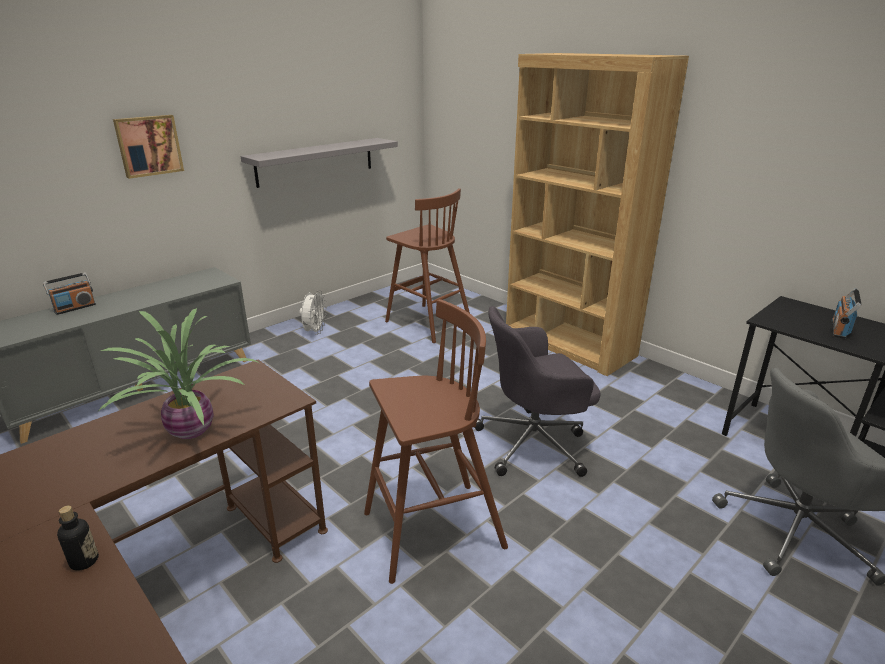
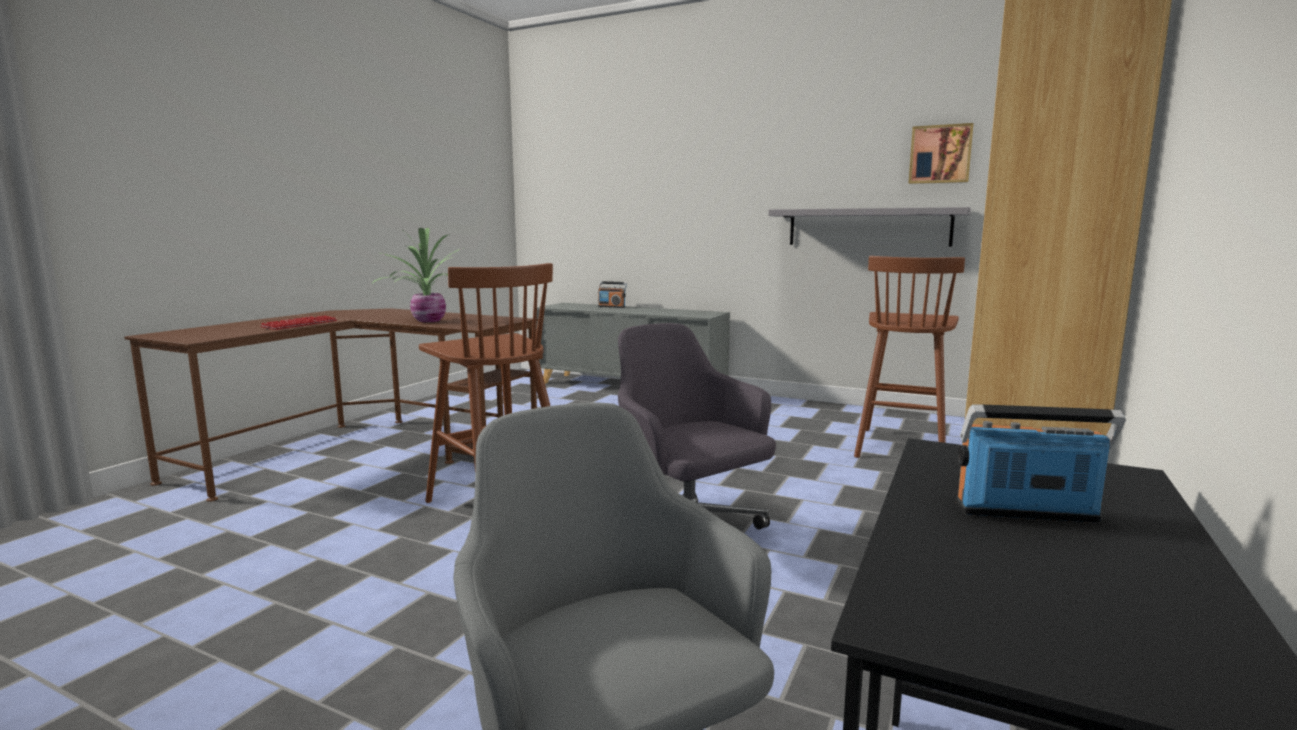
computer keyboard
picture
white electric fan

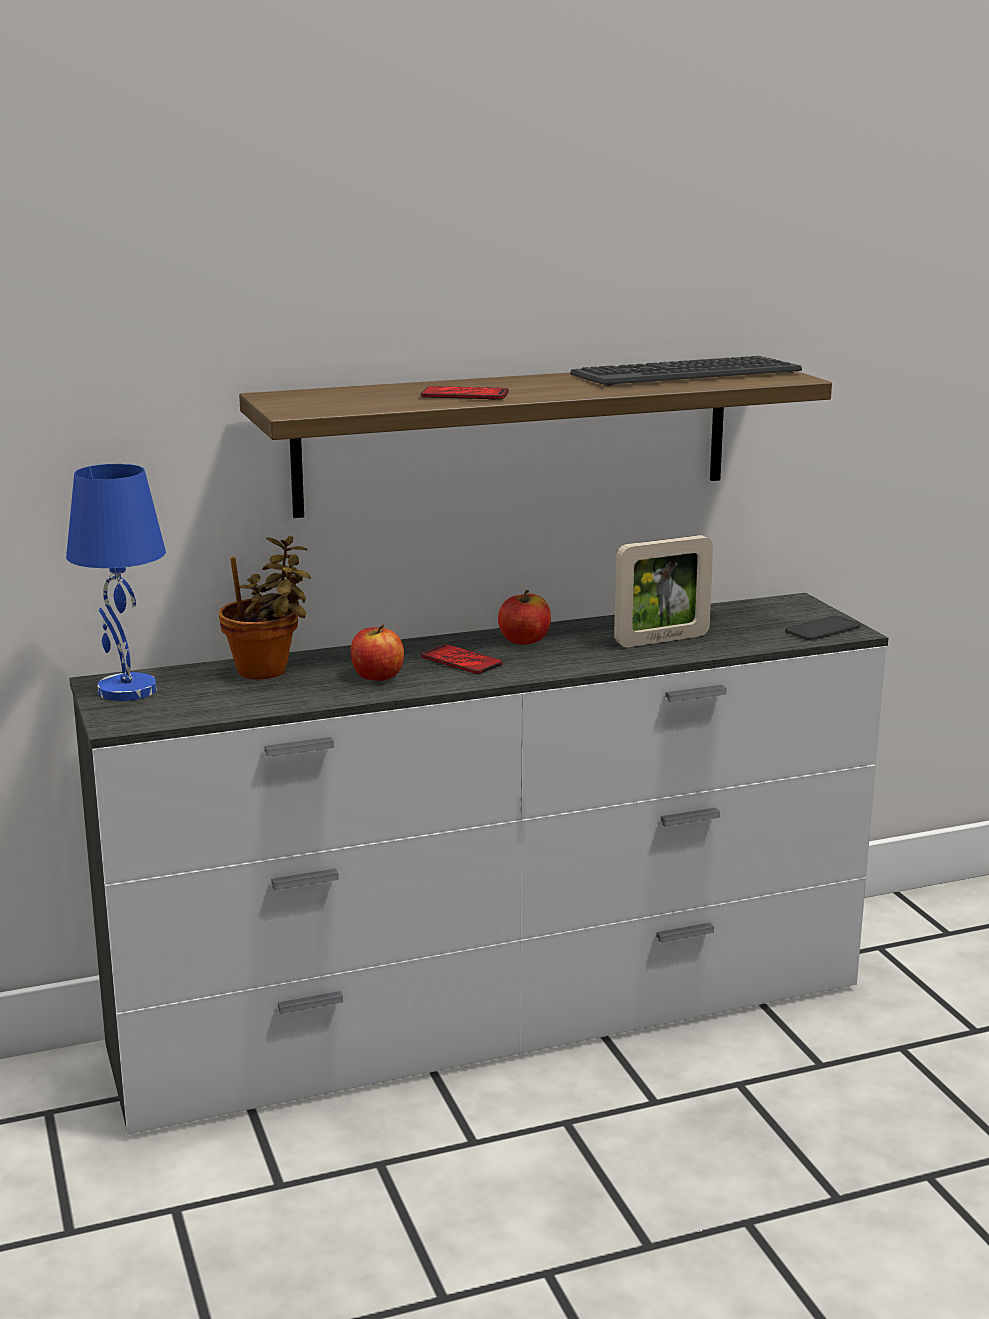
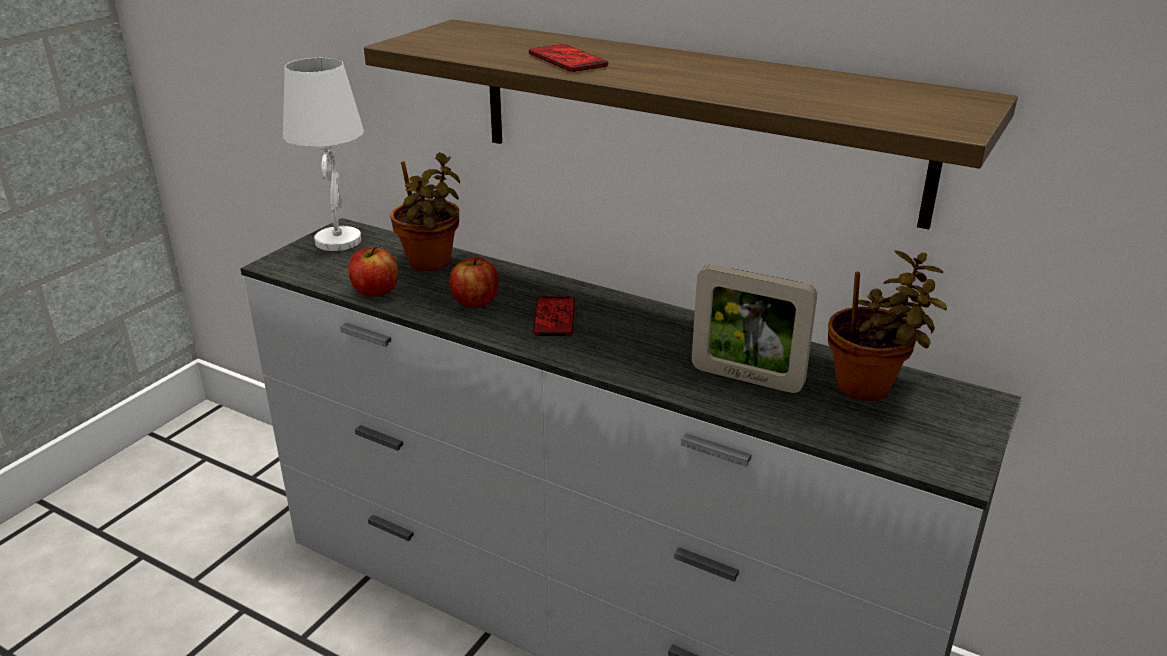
white lamp for a table
apple (no. 1 from left)
plant in a pot (no. 2 from left)
computer keyboard
phone (no. 3 from left in the first image)

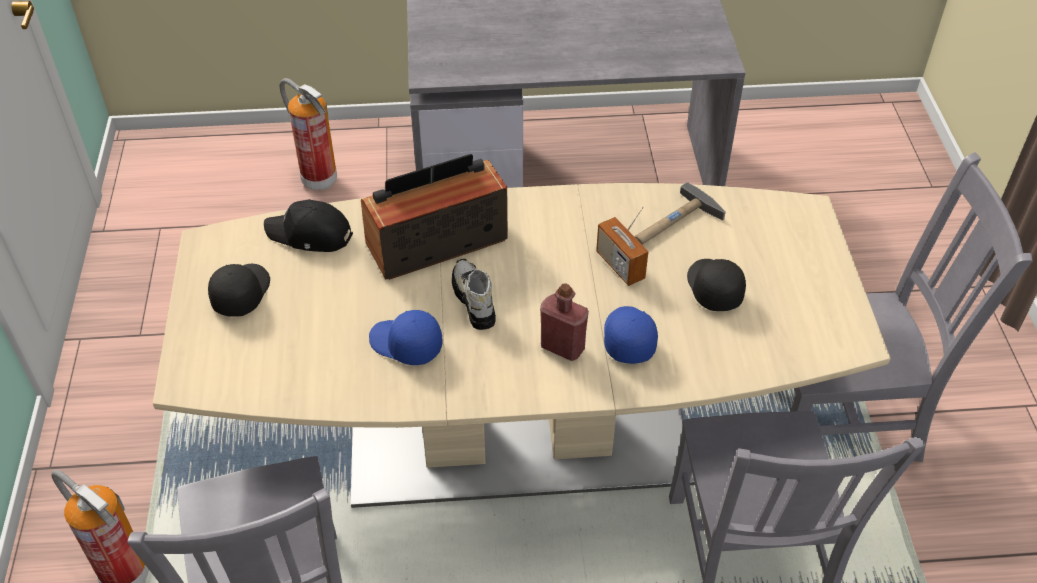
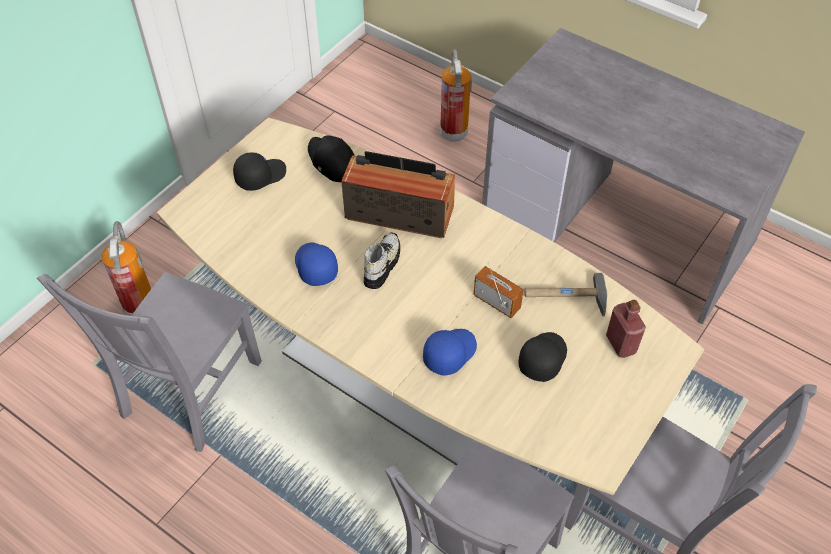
radio (no. 2 from left)
red-coloured beverage bottle

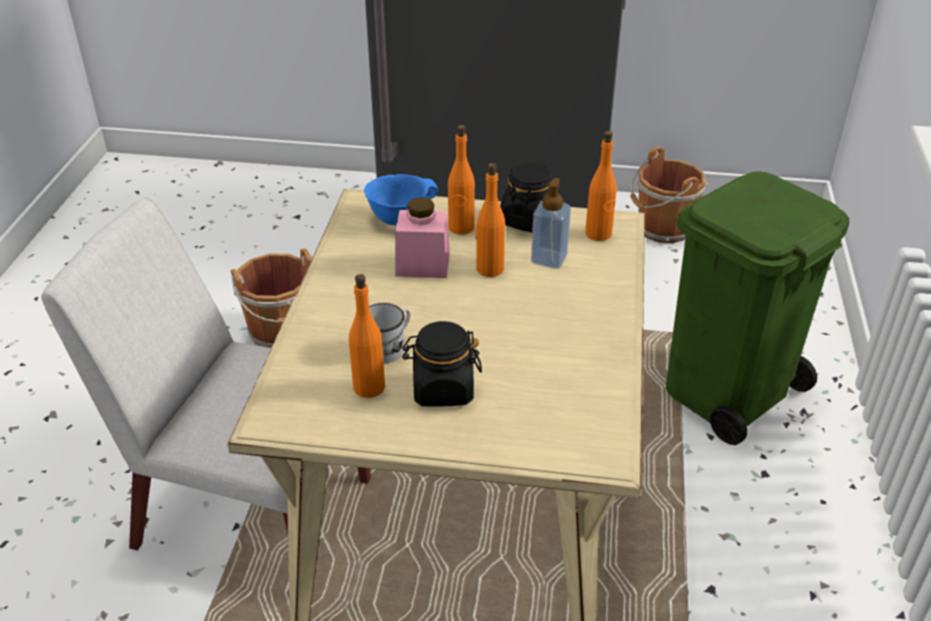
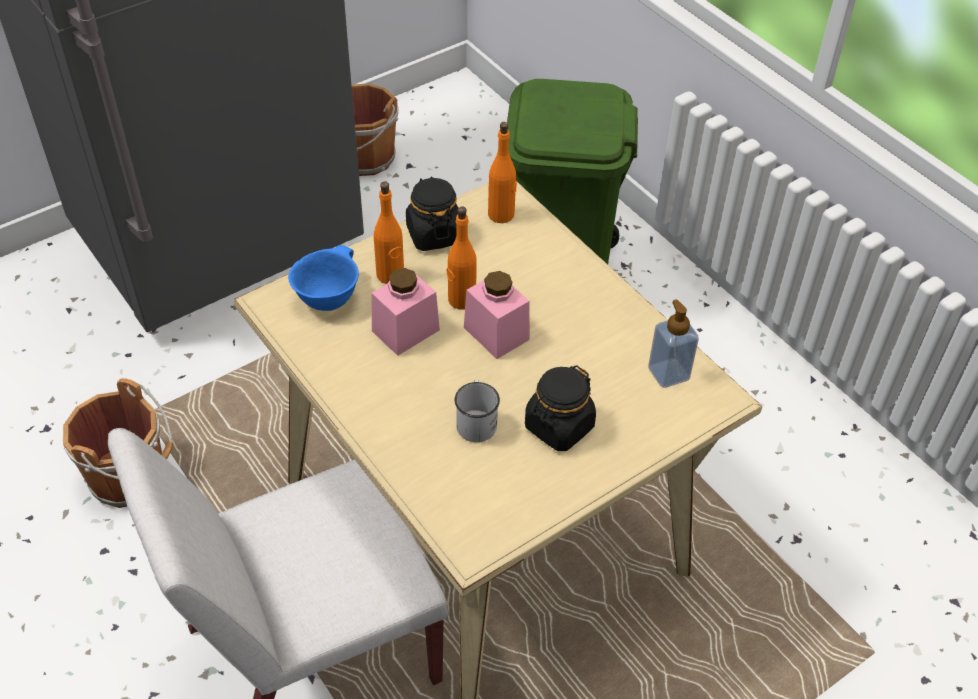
pinkish jar (no. 2 from left)
soap dispenser
orange beverage bottle (no. 1 from left in the first image)

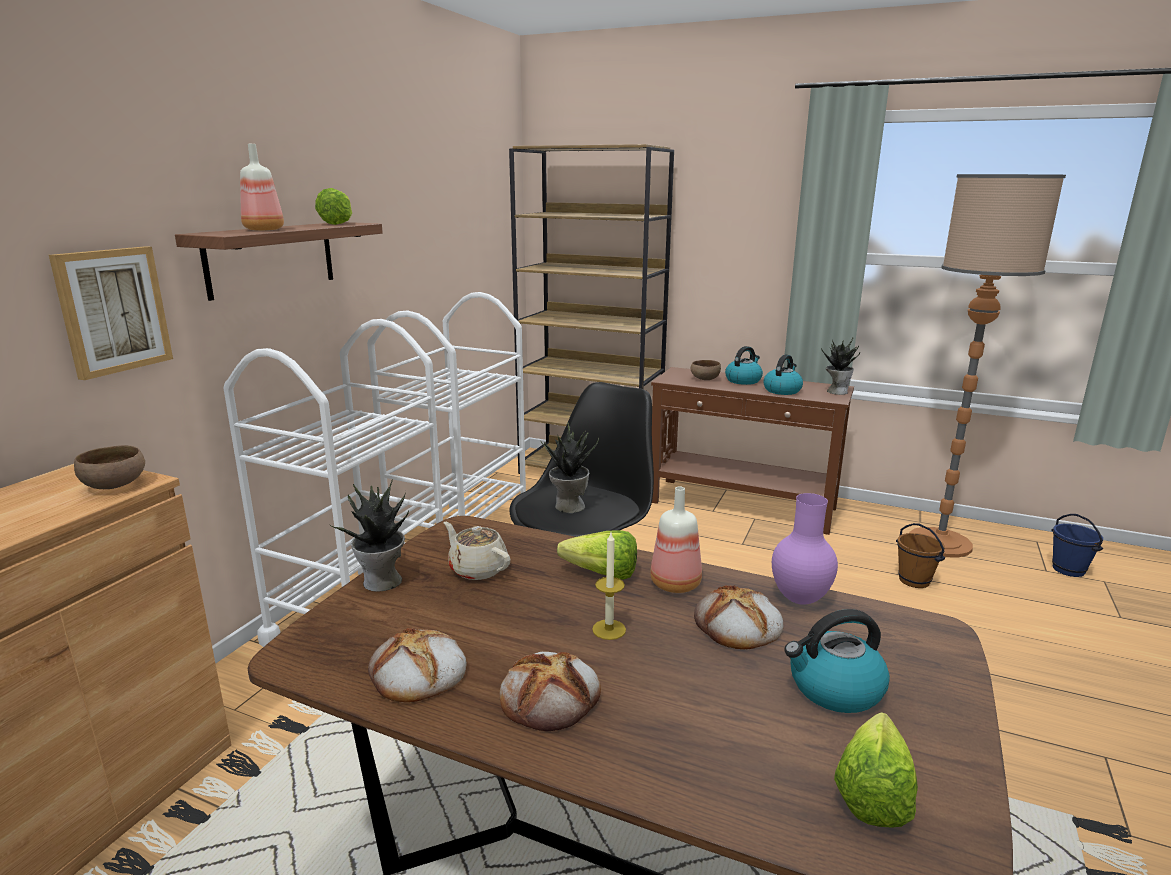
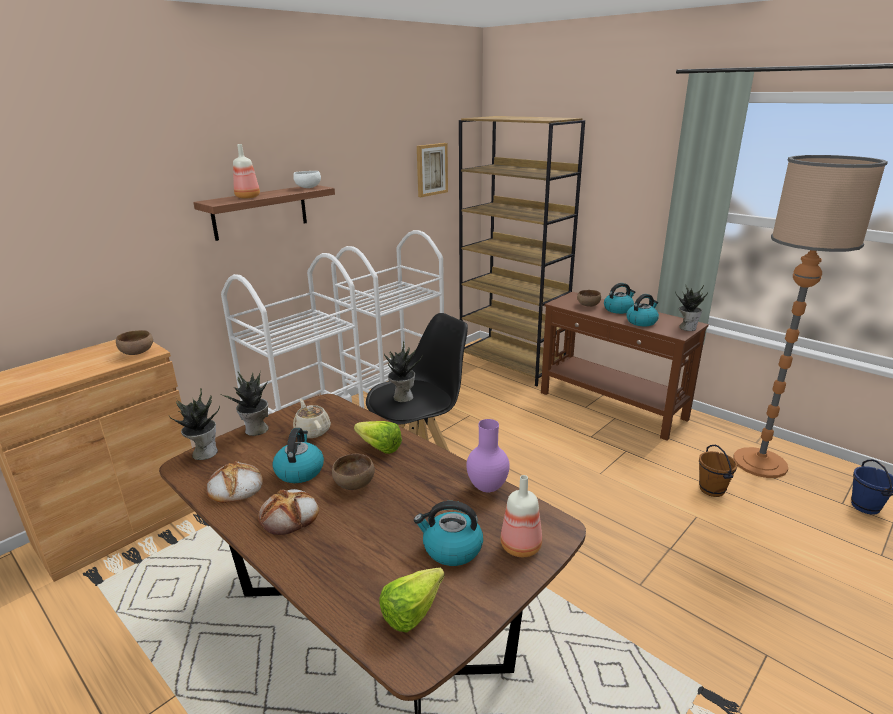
plant in a pot (no. 1 from left)
water kettle (no. 1 from left)
white bowl
brown bowl (no. 2 from left)
picture
beverage bottle (no. 2 from left)
bread (no. 3 from left in the first image)

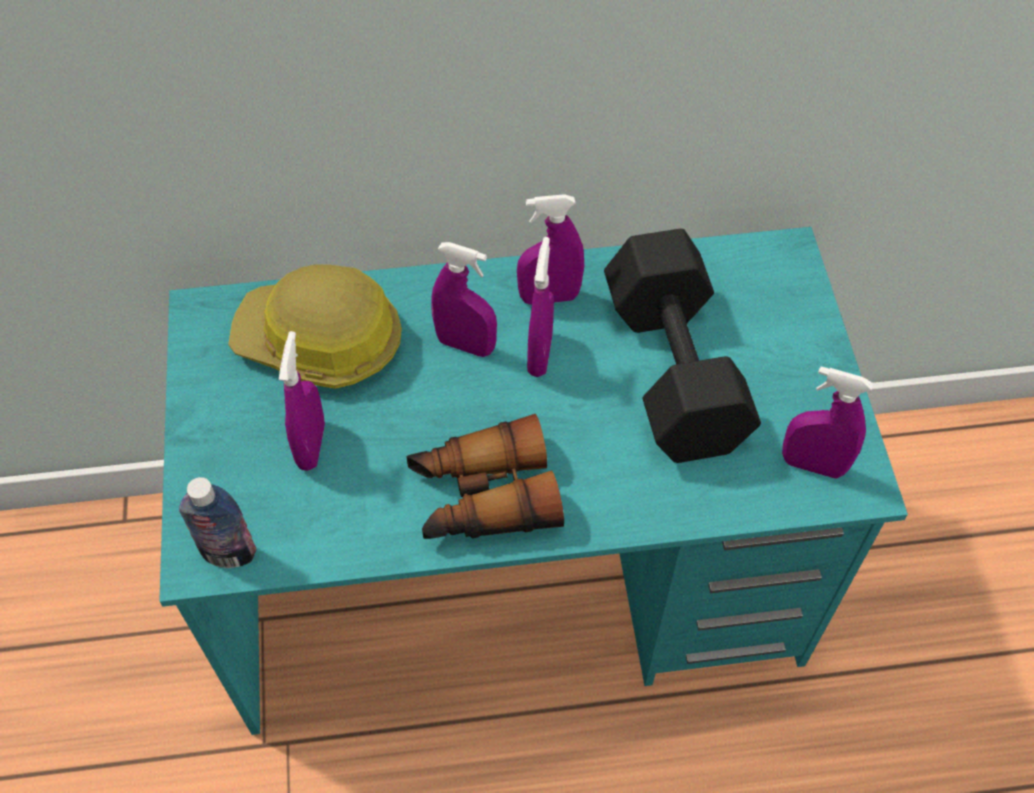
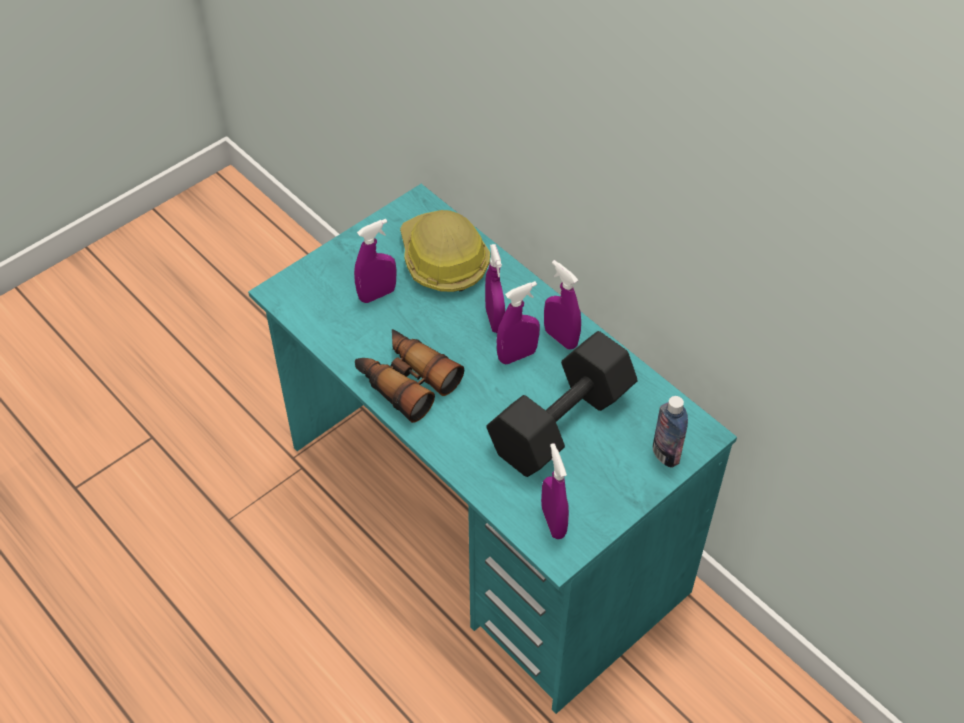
beverage bottle

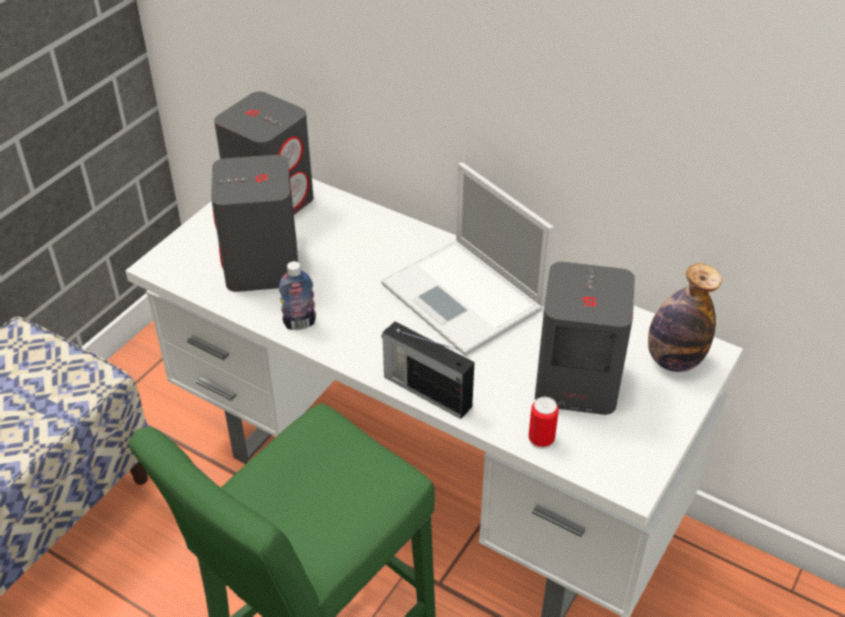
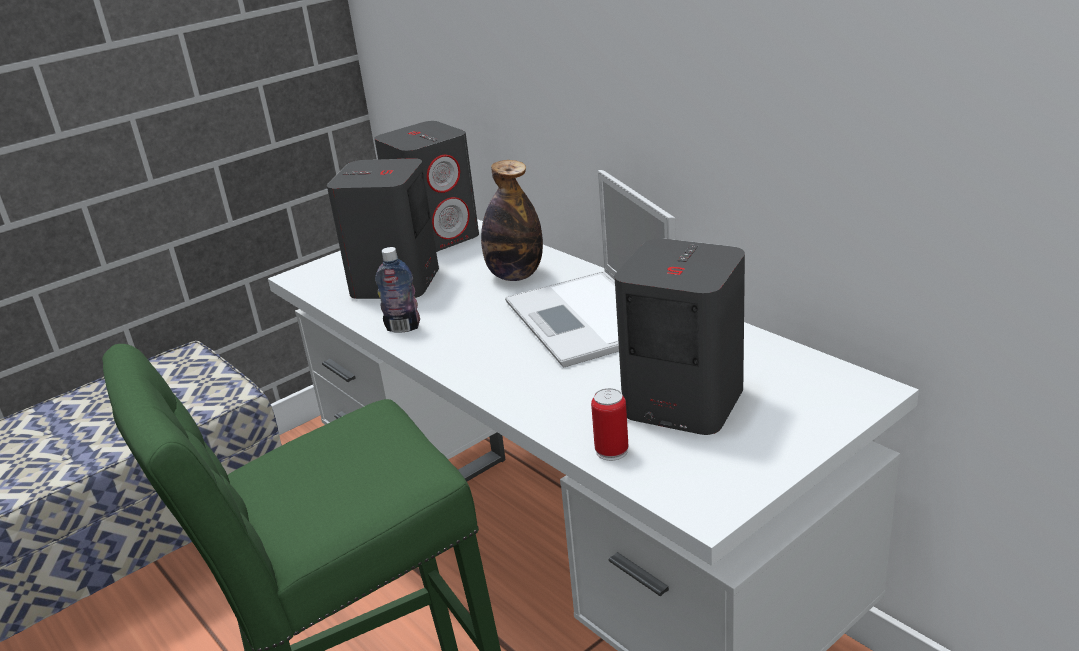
beverage bottle (no. 2 from left)
radio

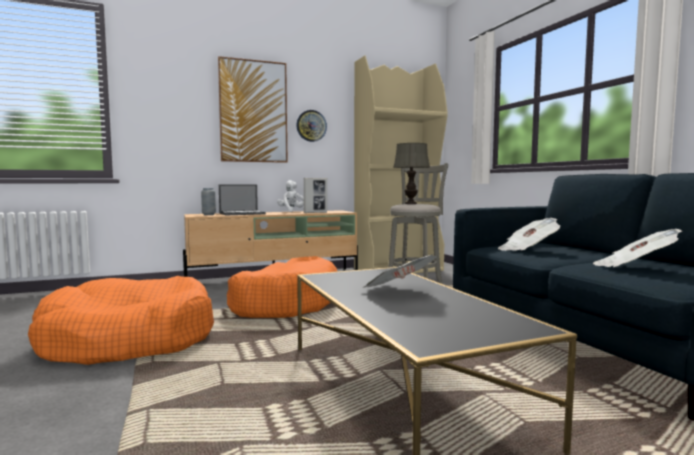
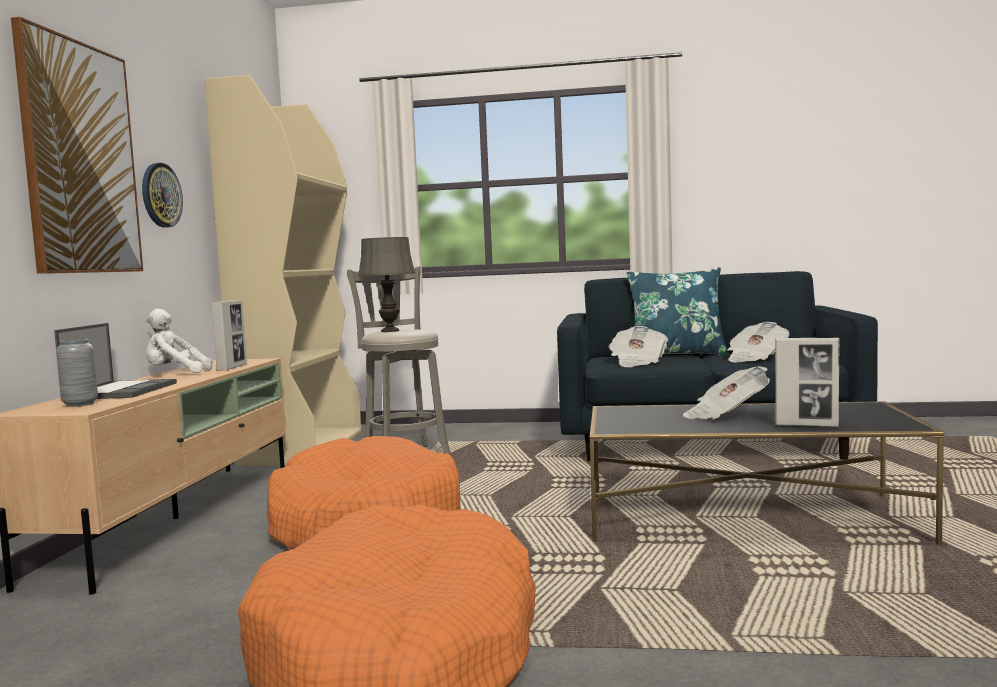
blue pillow
picture frame (no. 2 from left)

